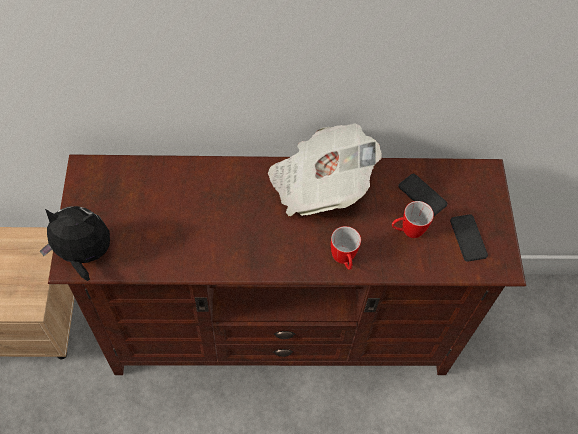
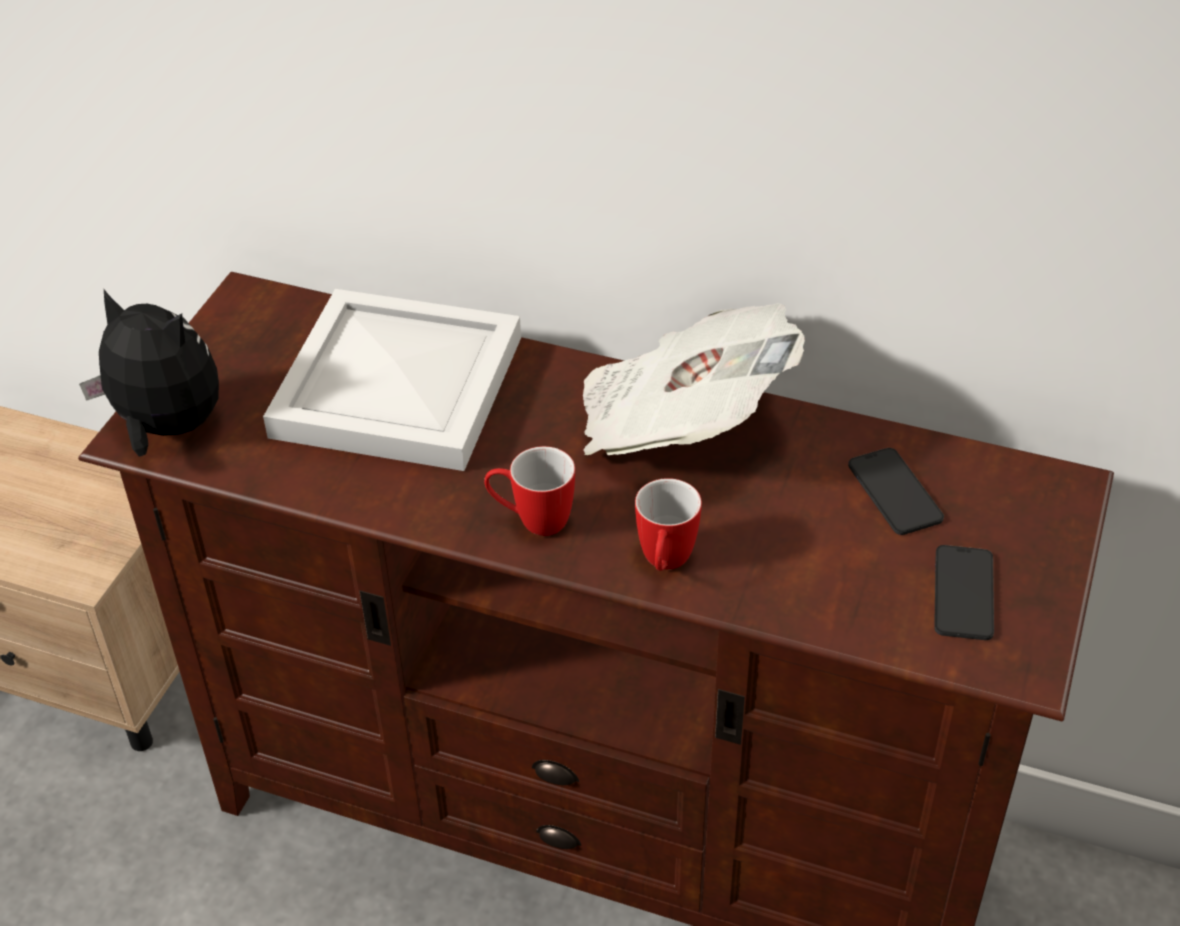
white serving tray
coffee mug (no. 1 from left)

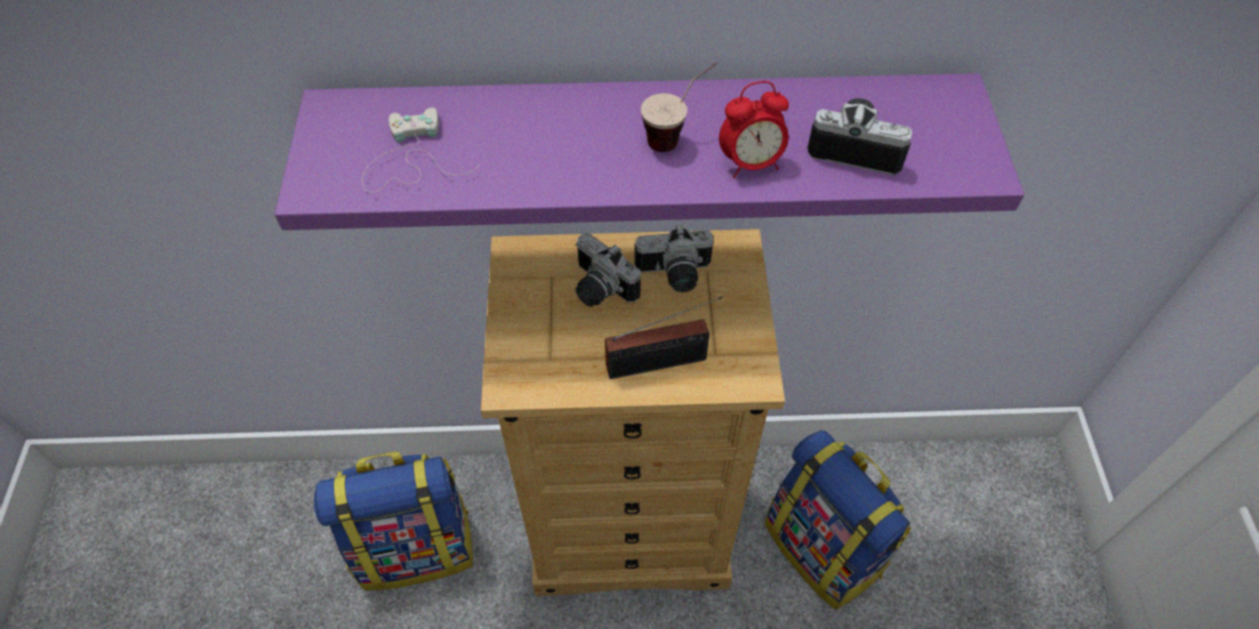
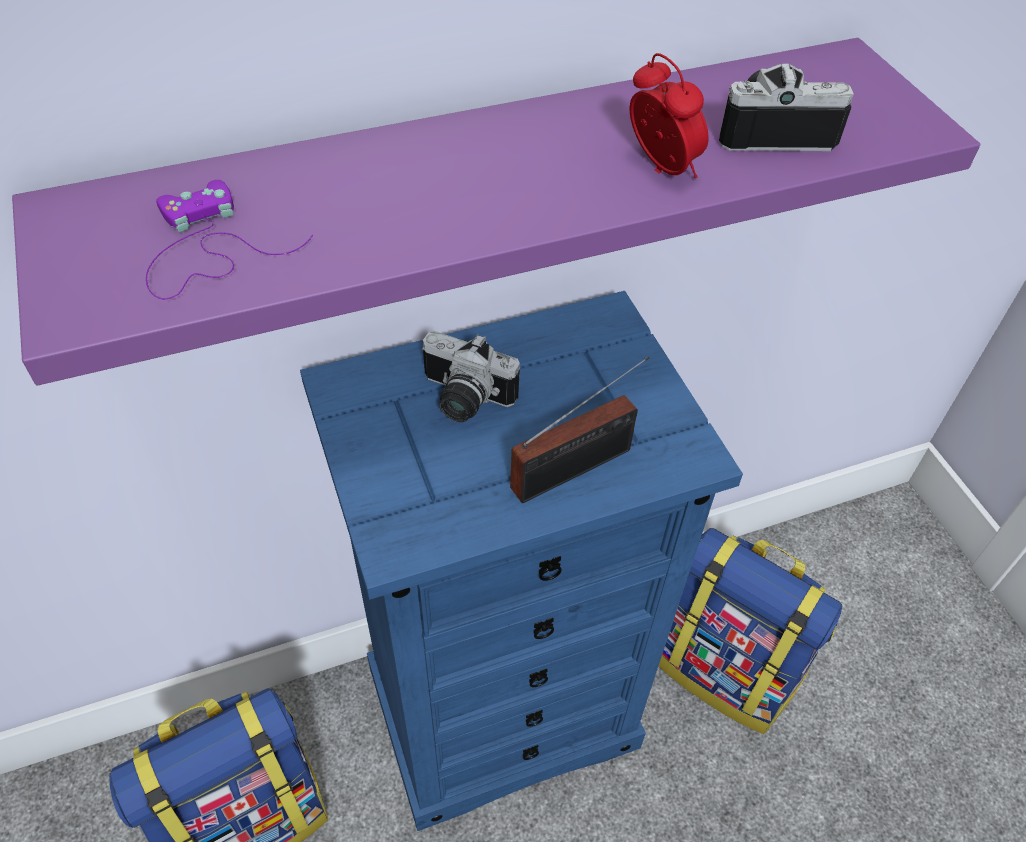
purple game controller
blue drawer chest
bedside clock
photo camera (no. 2 from left in the first image)
cup

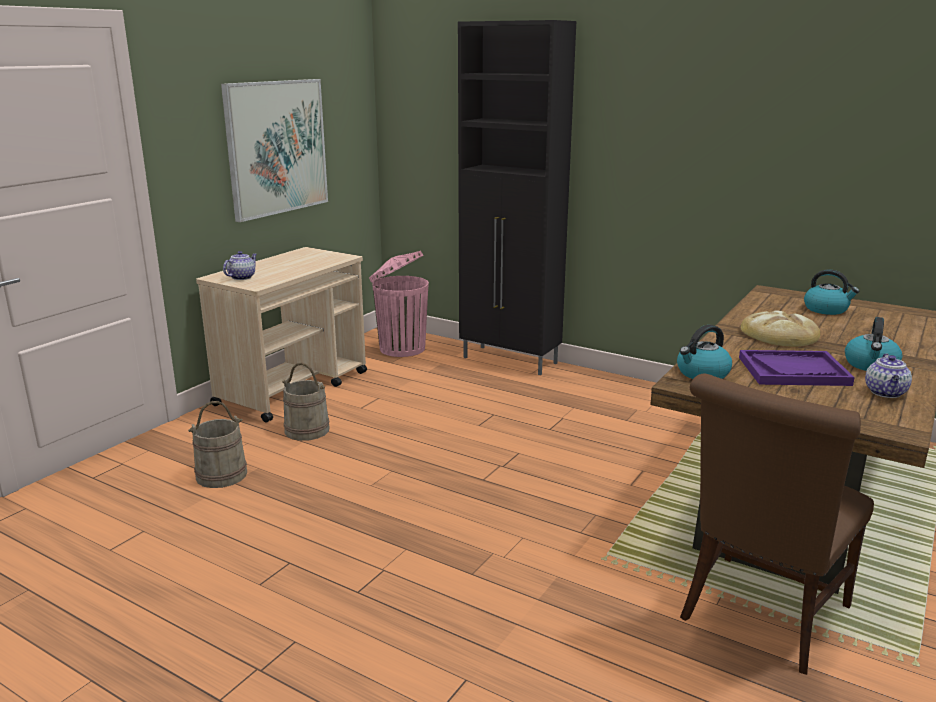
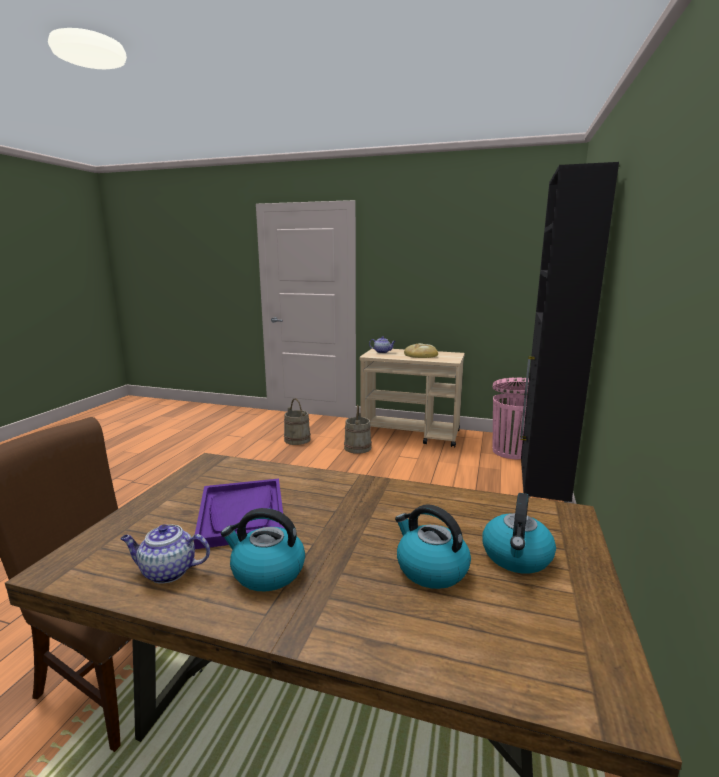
water kettle (no. 2 from left)
bread
picture

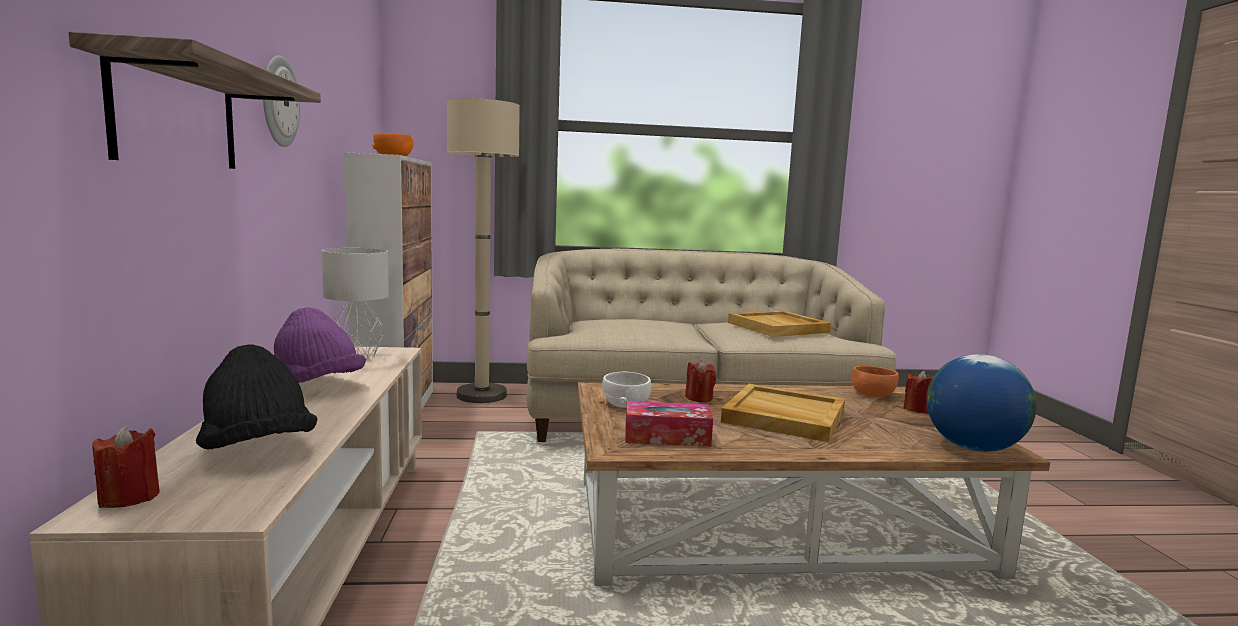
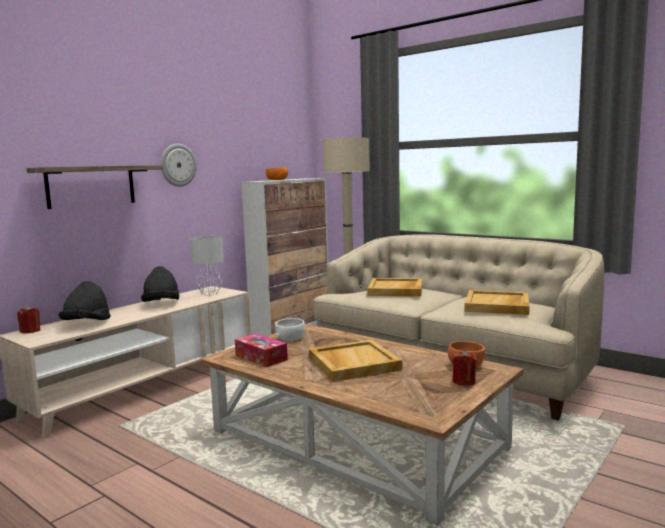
black clothing hat (no. 2 from left)
sand-coloured serving tray (no. 2 from left)
red-coloured wax light (no. 2 from left in the first image)
globe

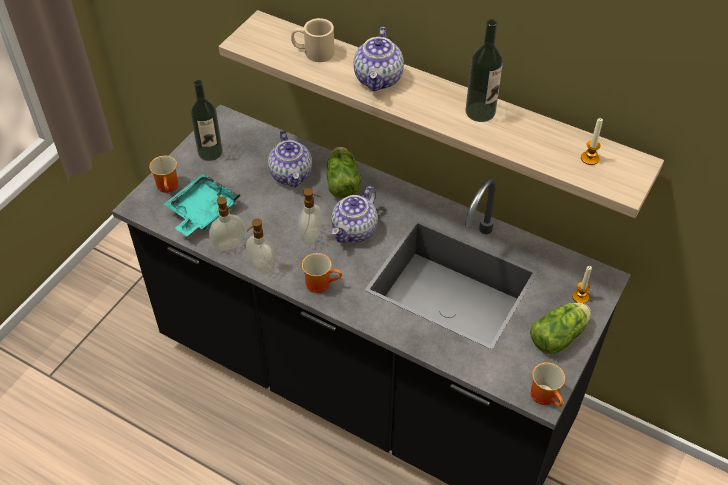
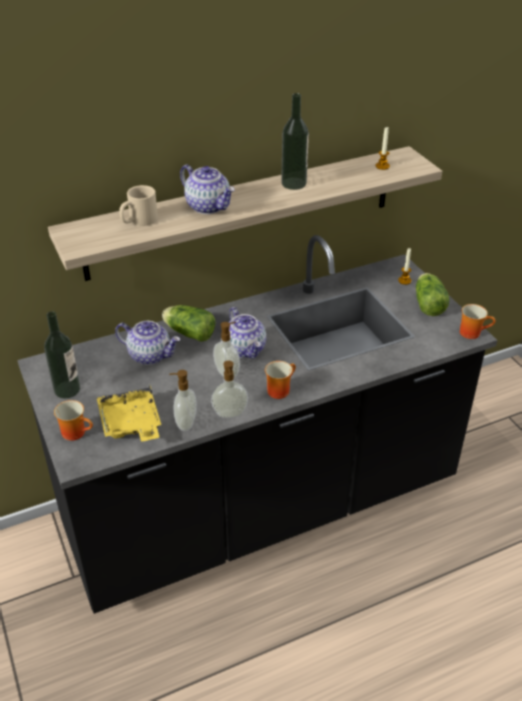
yellow serving tray

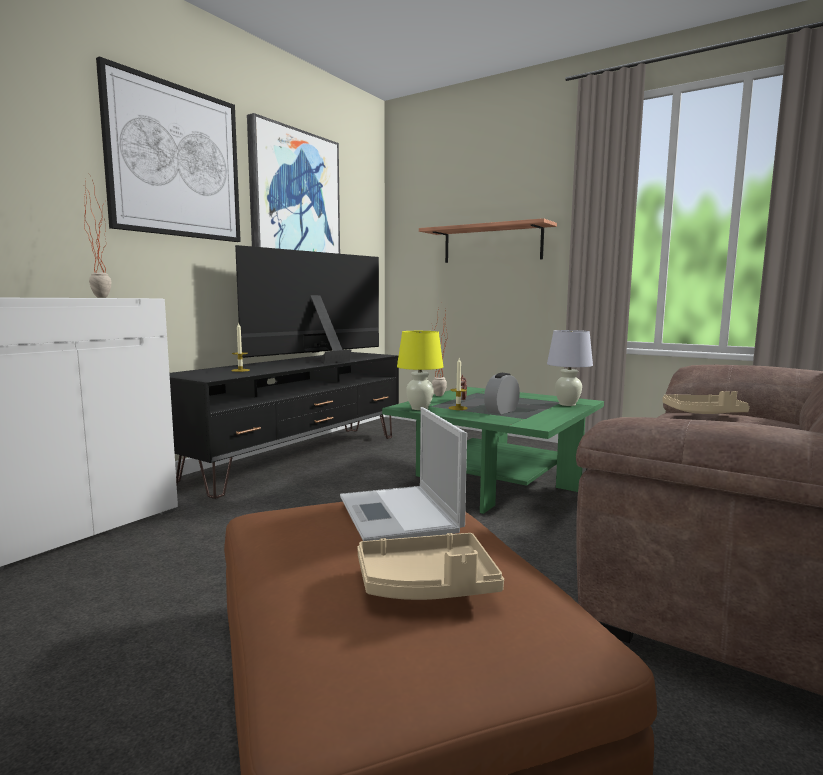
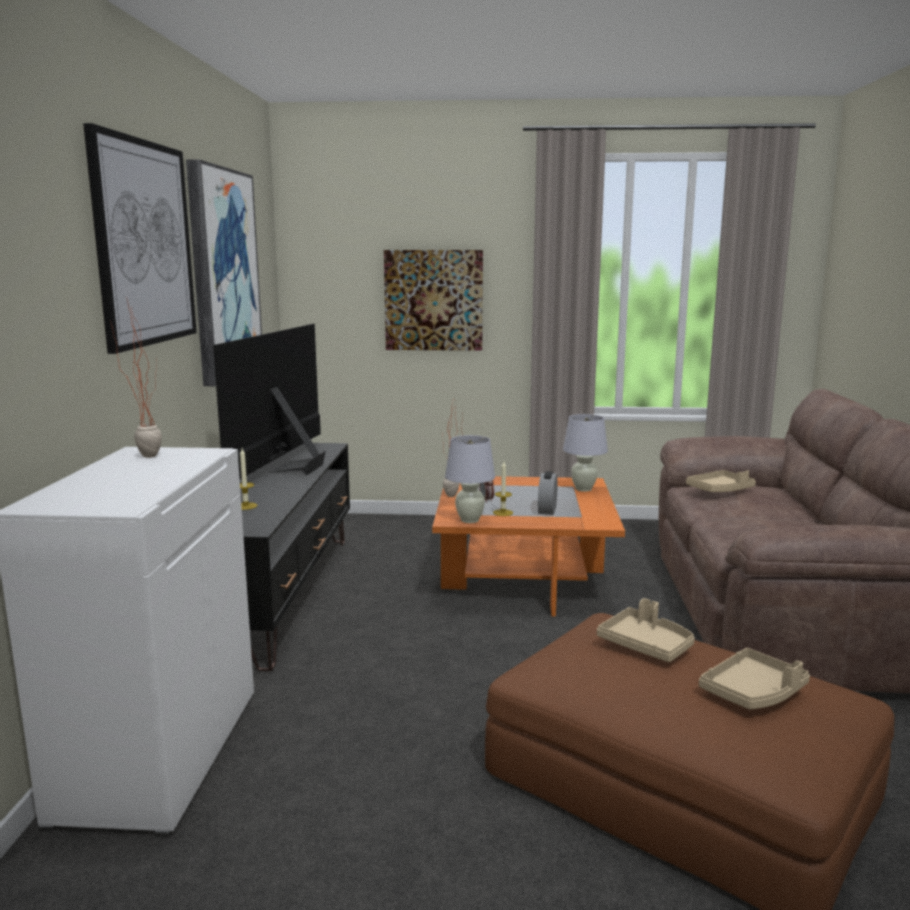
picture (no. 3 from left)
orange low table
white lamp for a table (no. 1 from left)
sand-coloured serving tray (no. 1 from left)

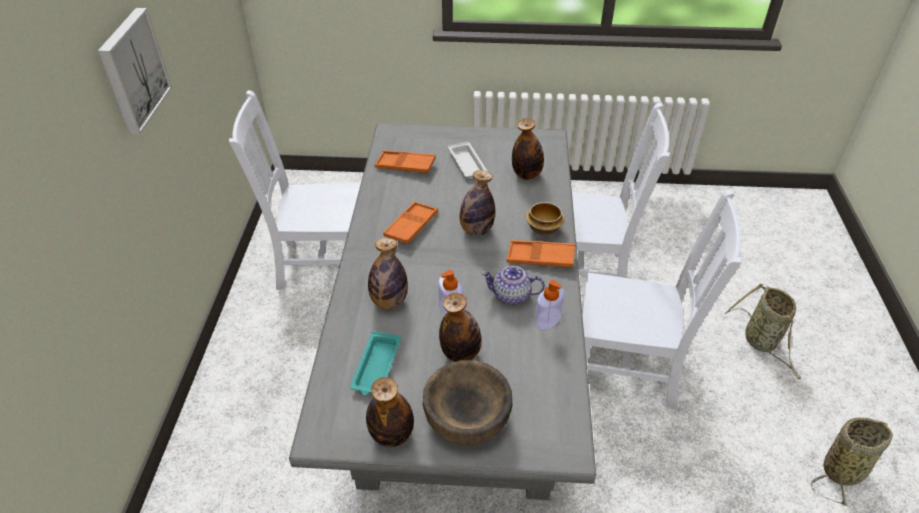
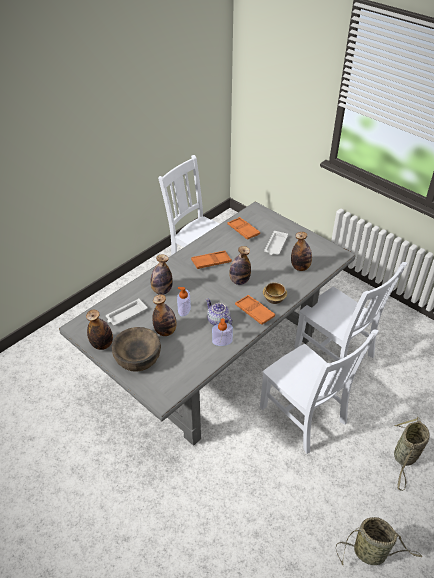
white serving tray (no. 1 from left)
picture

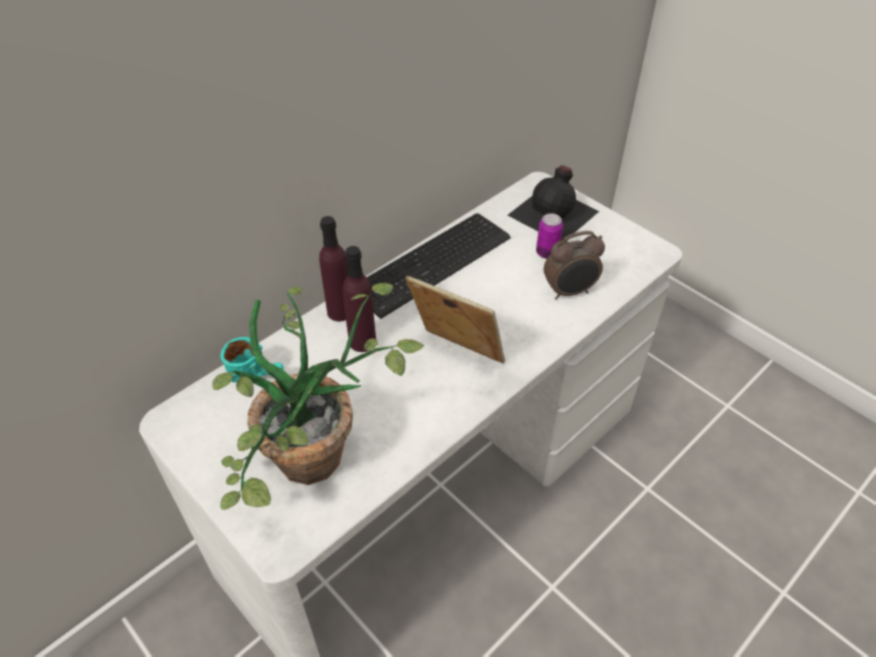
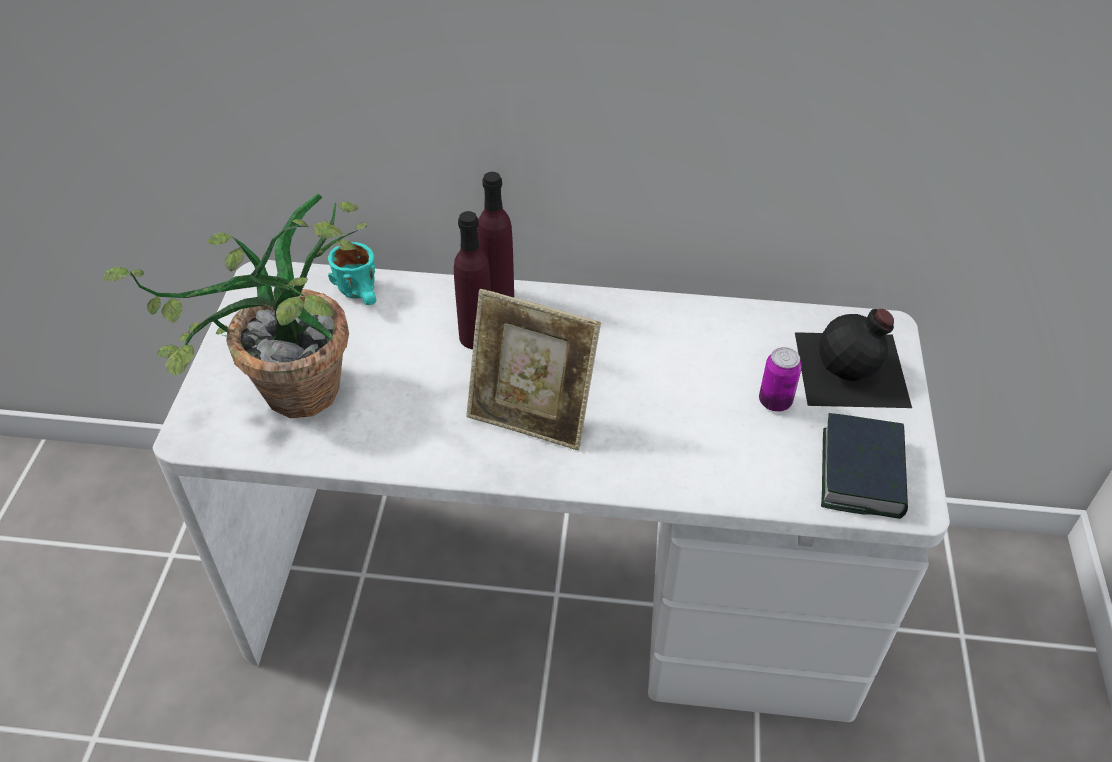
picture frame
book
computer keyboard
bedside clock

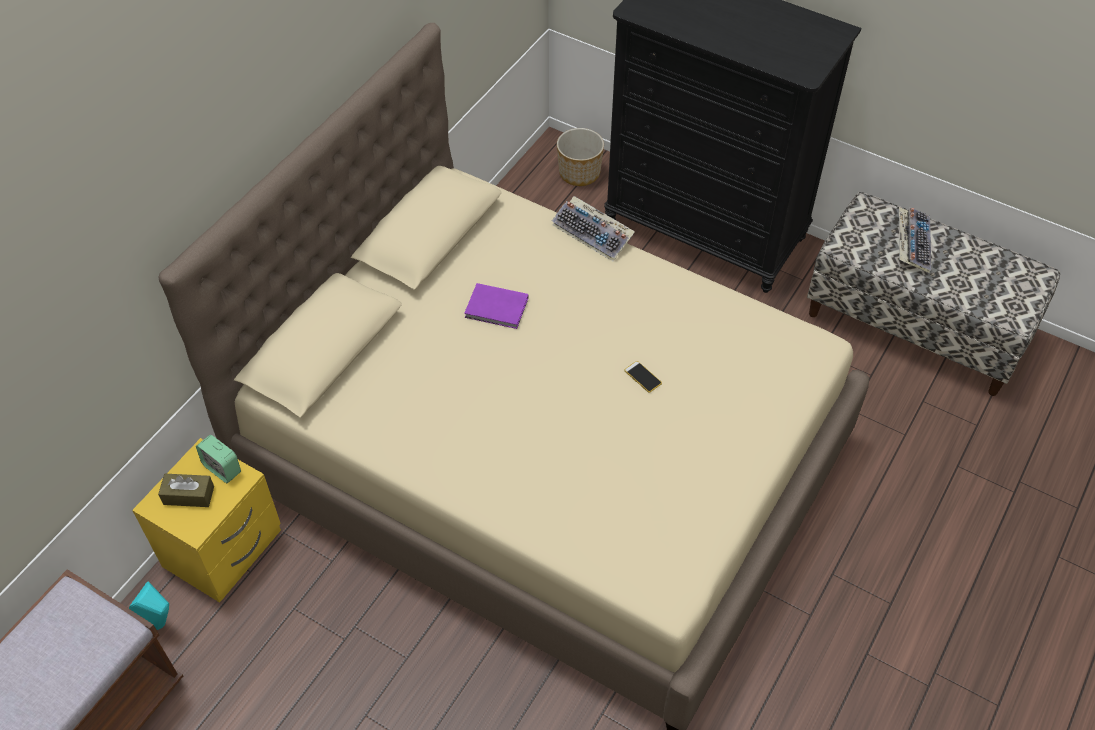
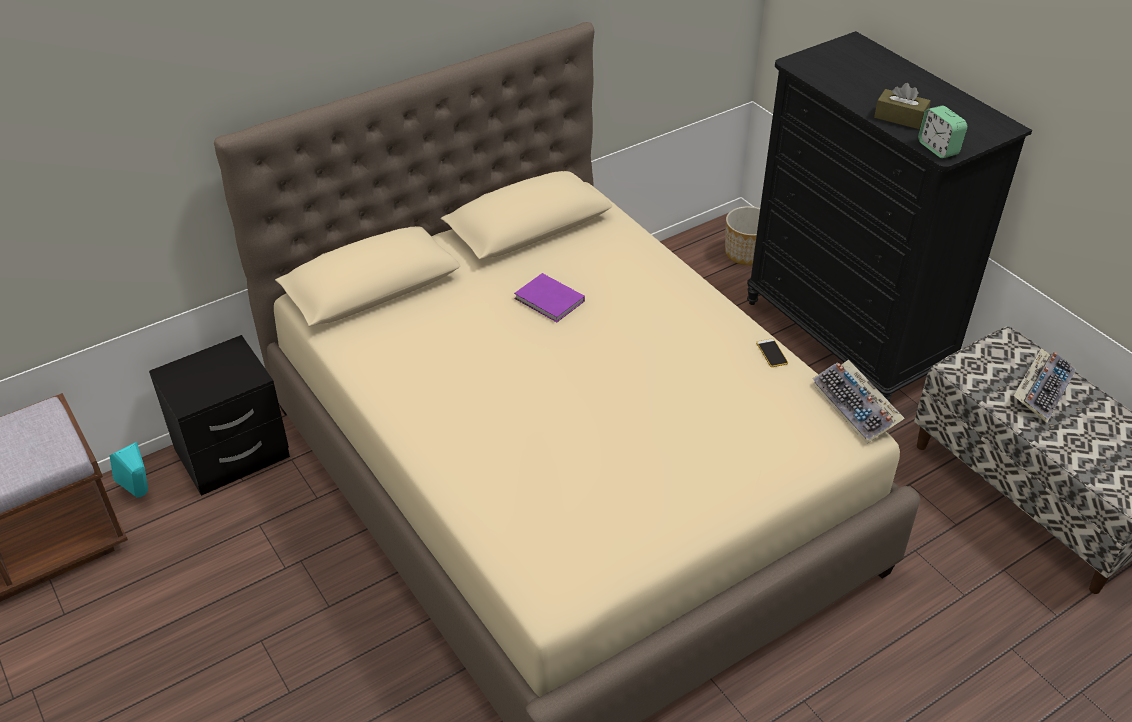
black bedside table
phone
computer keyboard (no. 1 from left)
brown tissue holder
bedside clock

